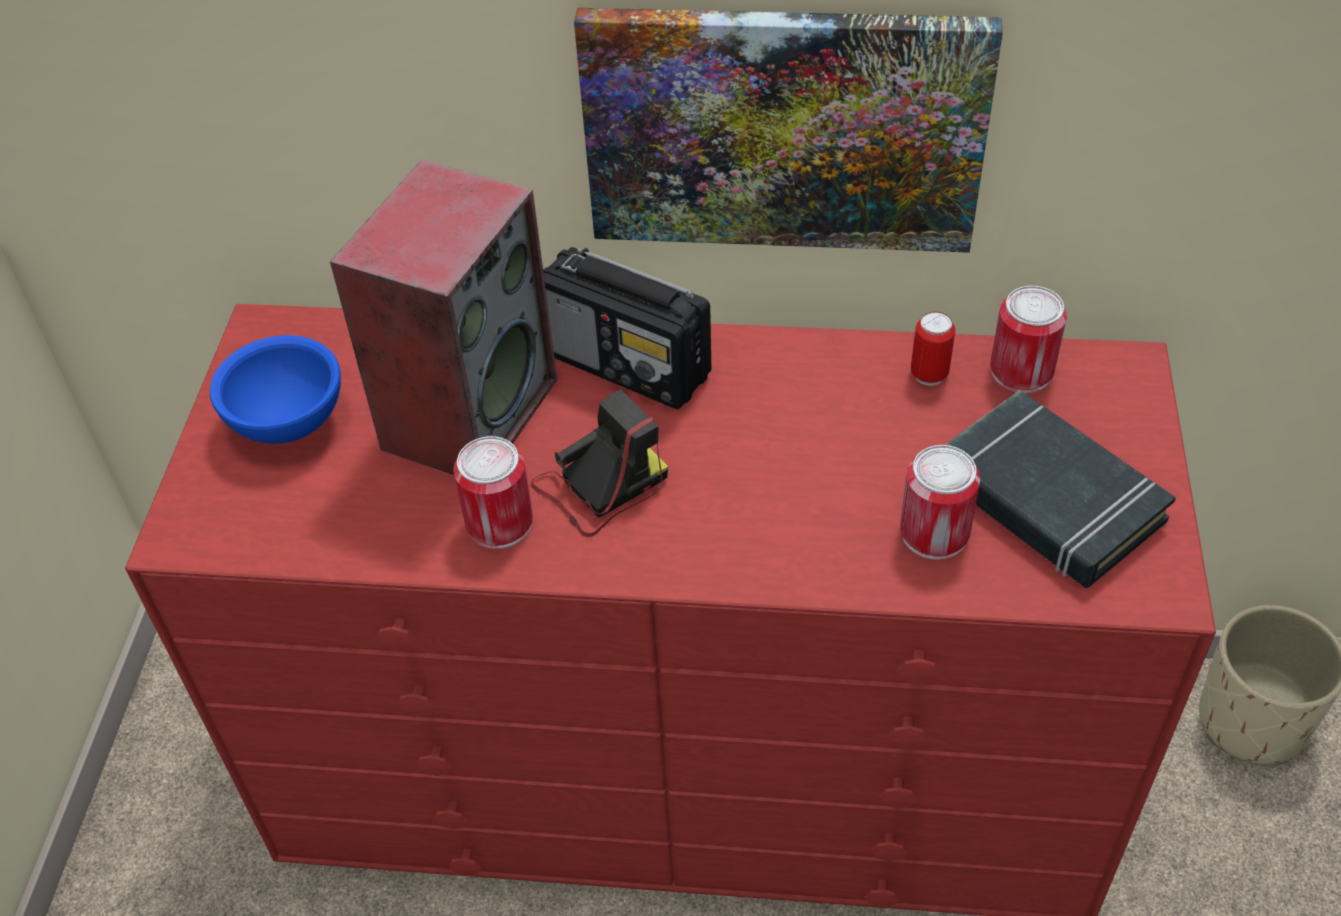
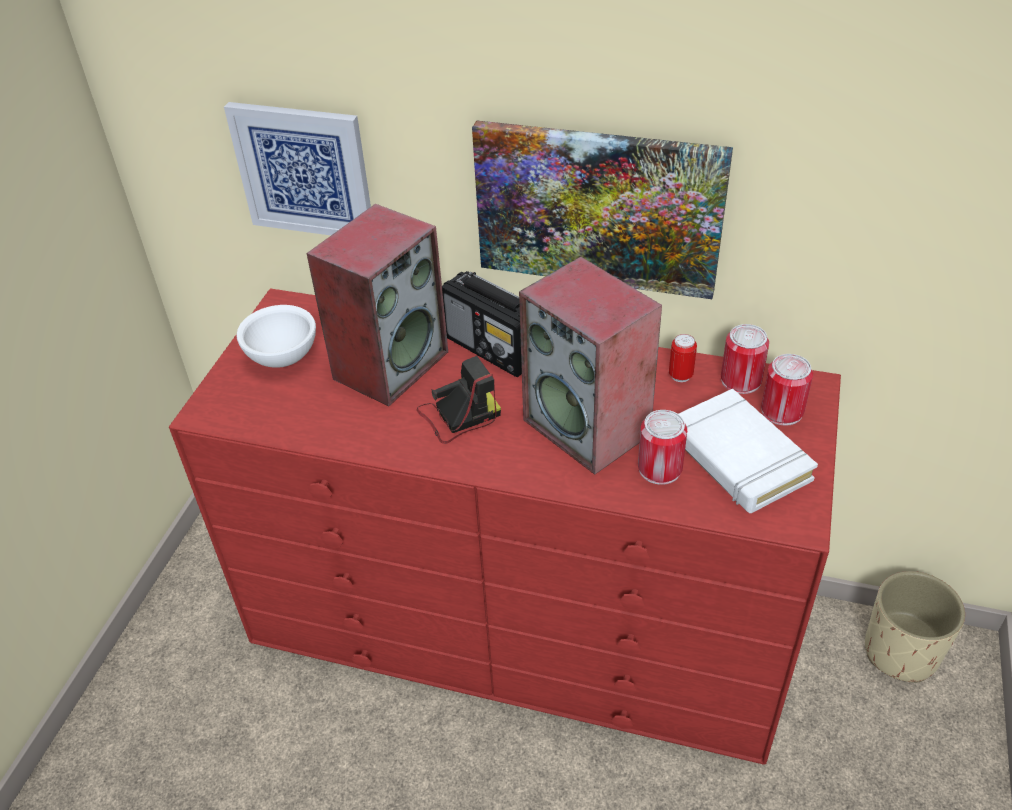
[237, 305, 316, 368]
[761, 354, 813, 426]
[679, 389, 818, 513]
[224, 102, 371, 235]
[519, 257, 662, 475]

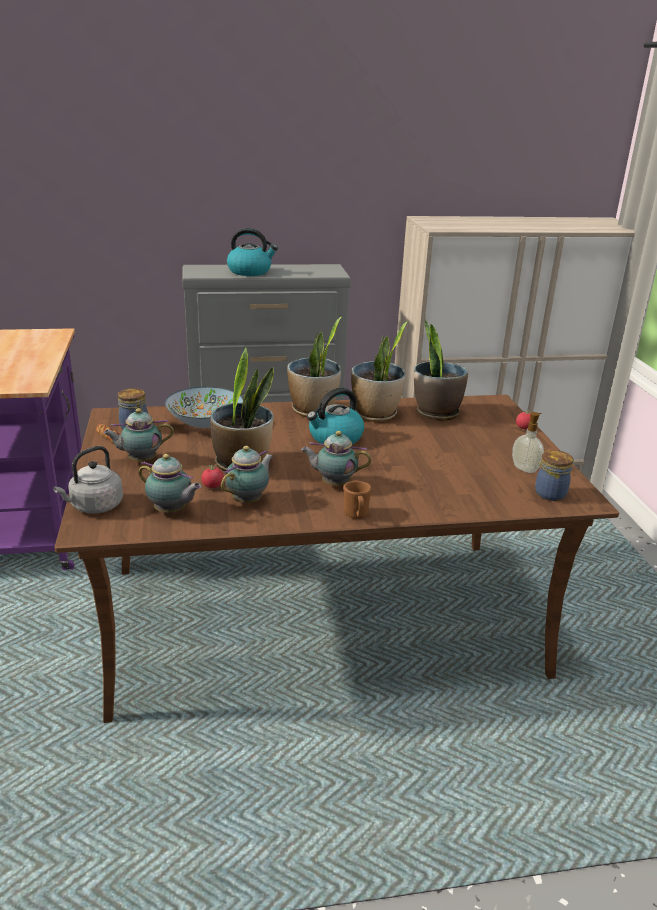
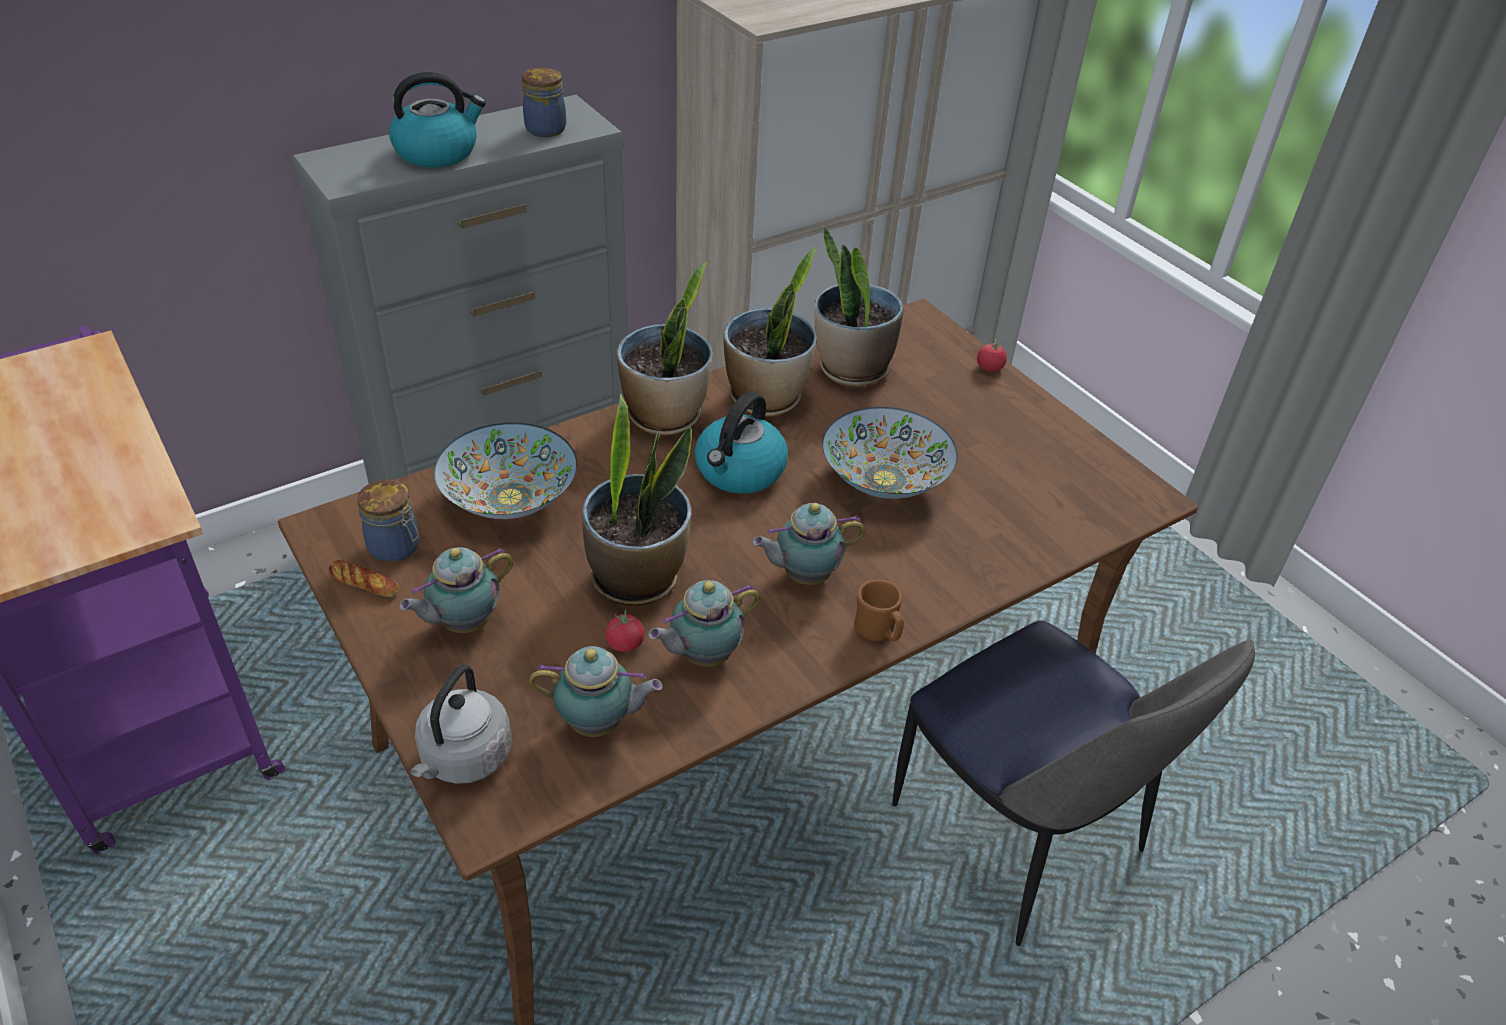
[648, 580, 760, 667]
[512, 412, 544, 473] (first image)
[522, 67, 566, 137]
[822, 407, 958, 499]
[892, 620, 1255, 946]

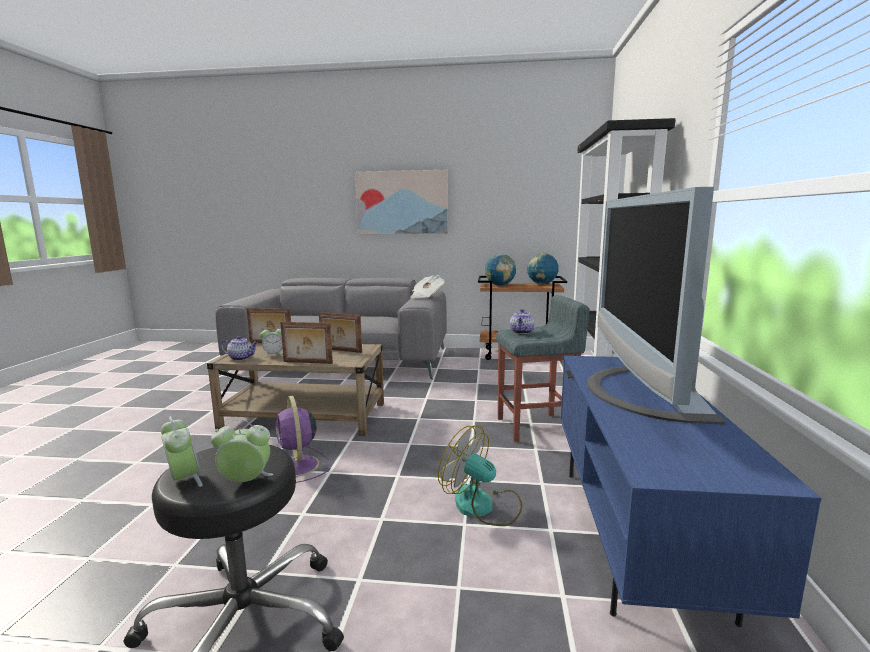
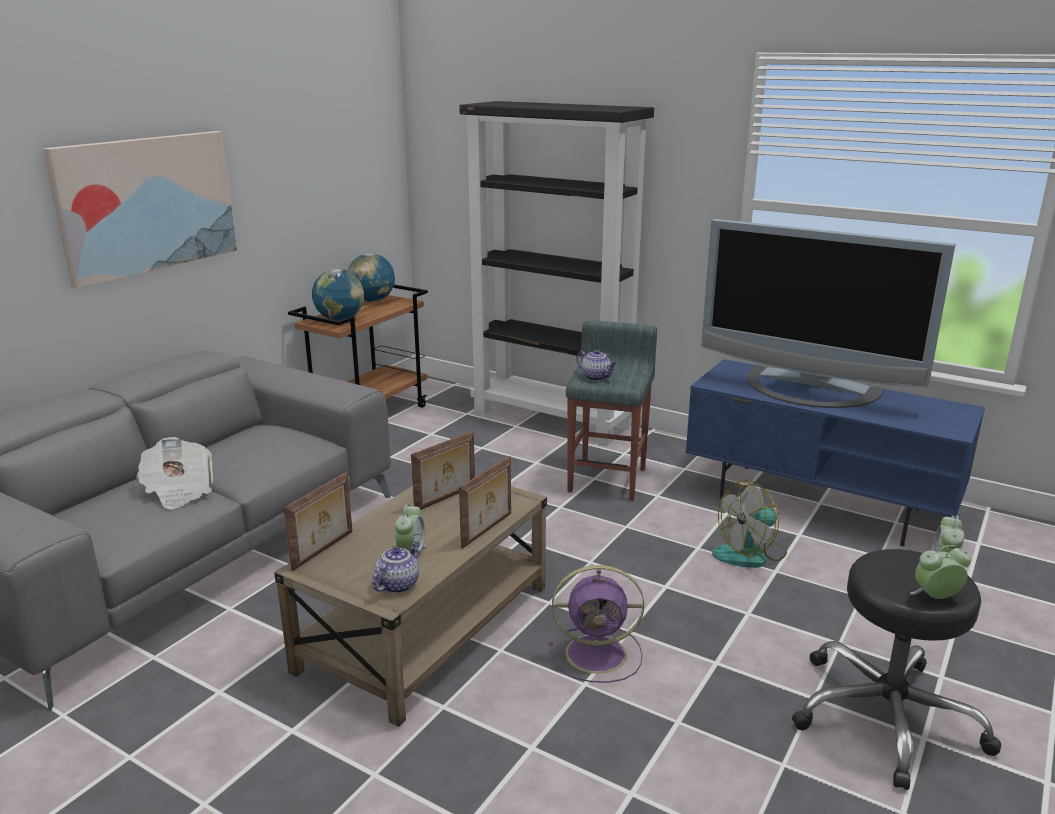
[137, 437, 213, 510]

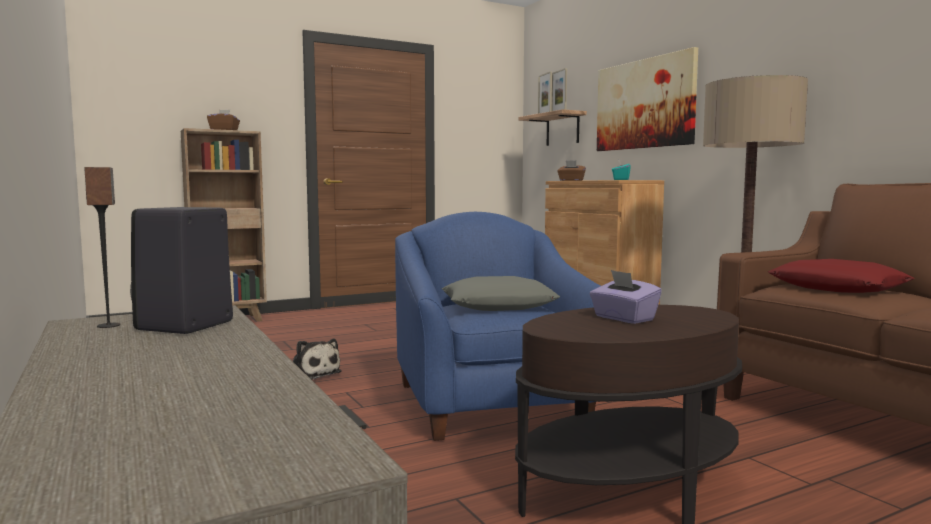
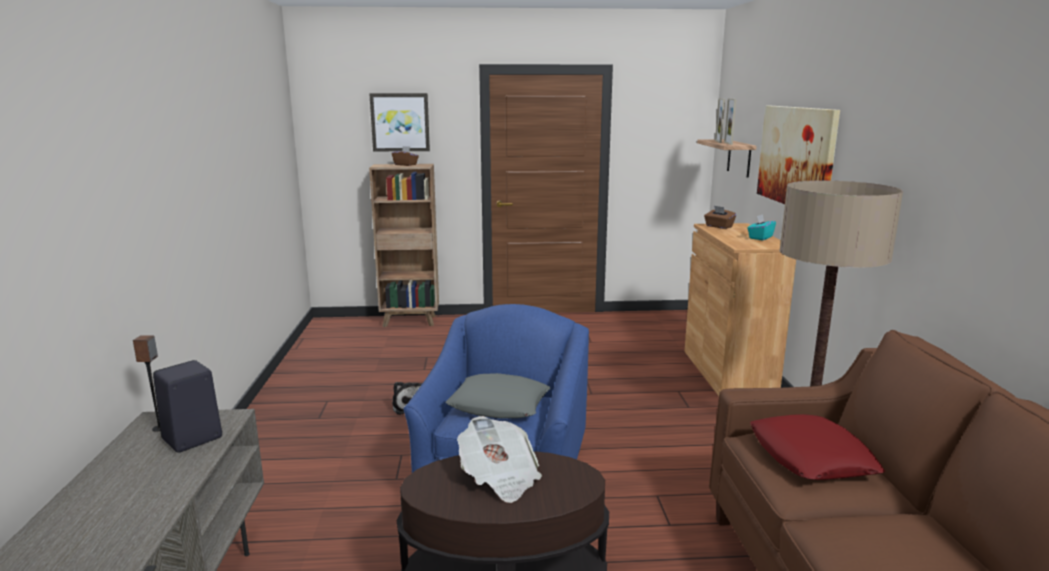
[457, 416, 542, 503]
[369, 93, 430, 151]

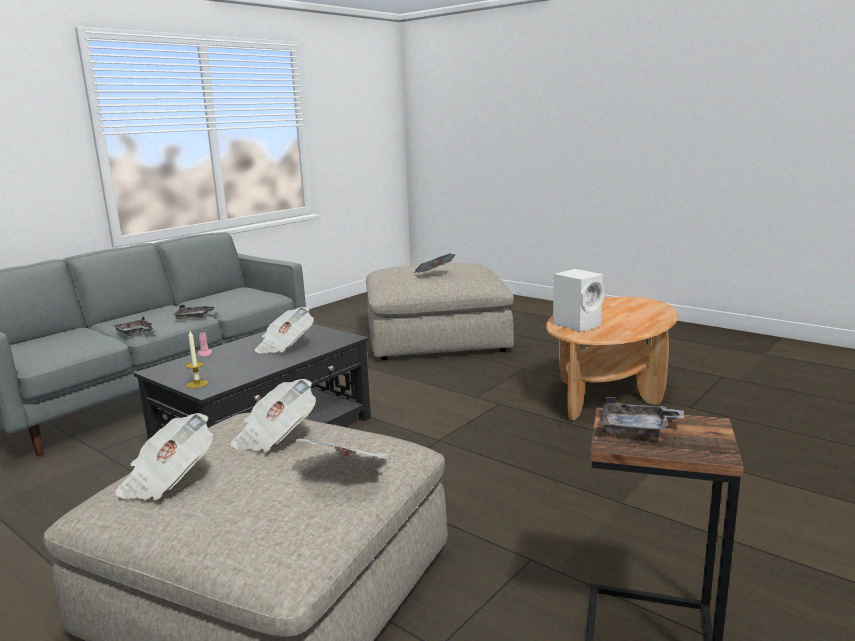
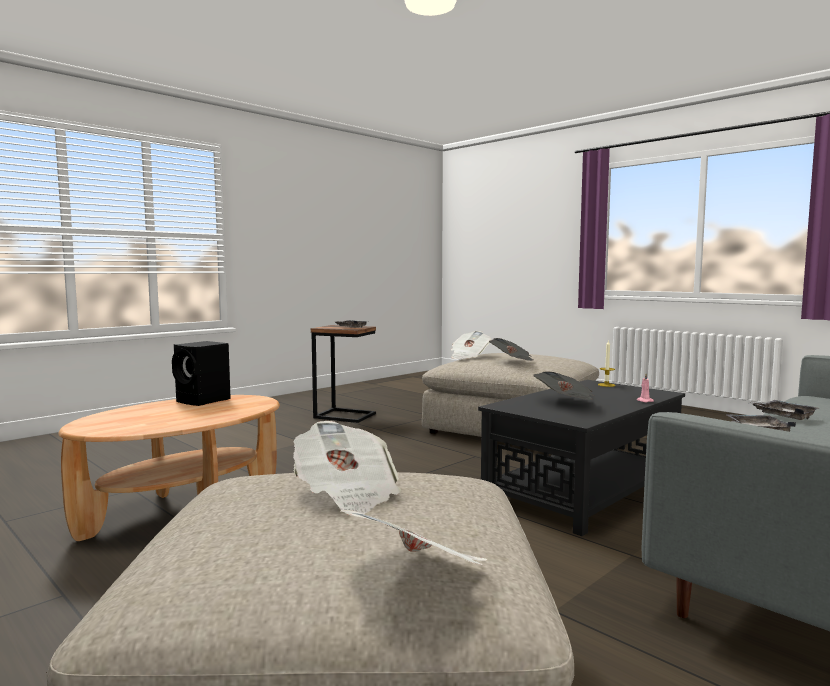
[340, 510, 487, 565]
[553, 269, 605, 332] (first image)
[172, 341, 231, 406]

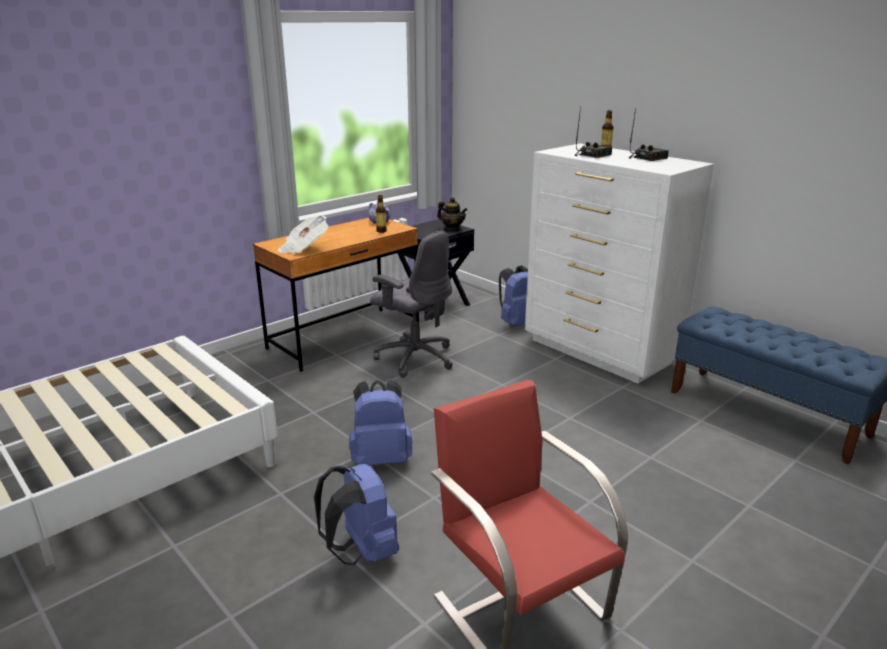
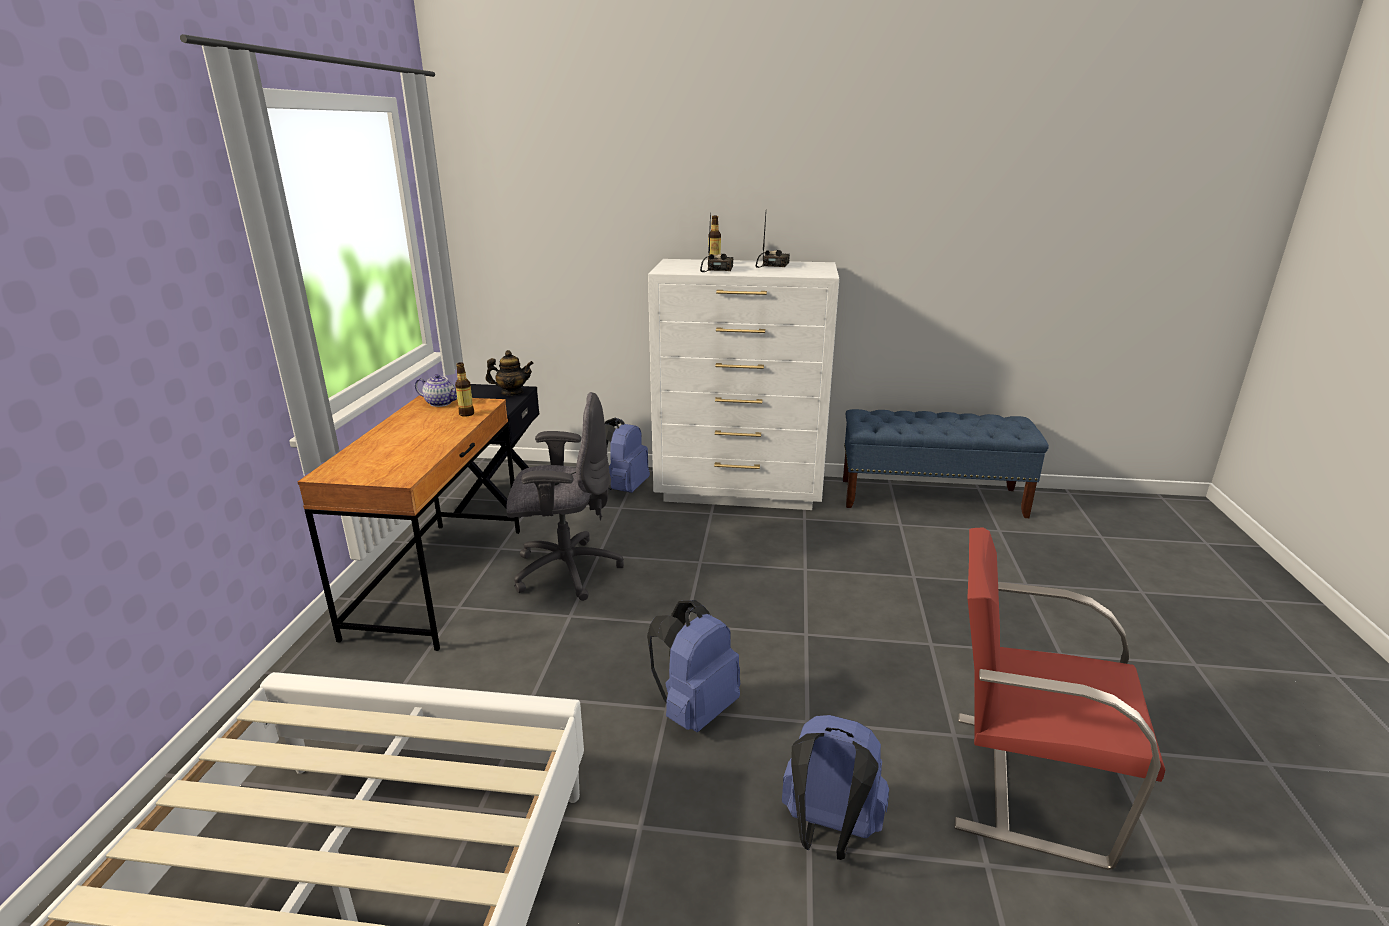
[278, 215, 328, 254] (first image)

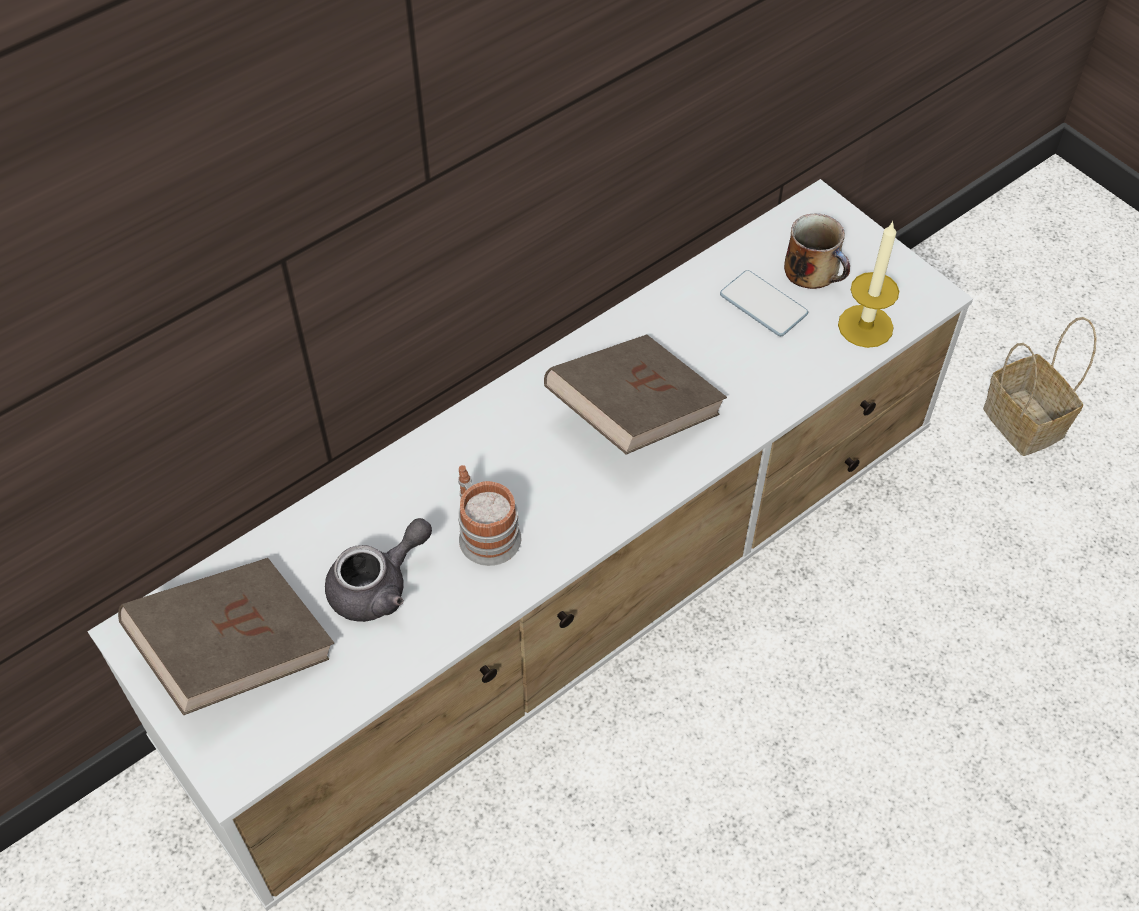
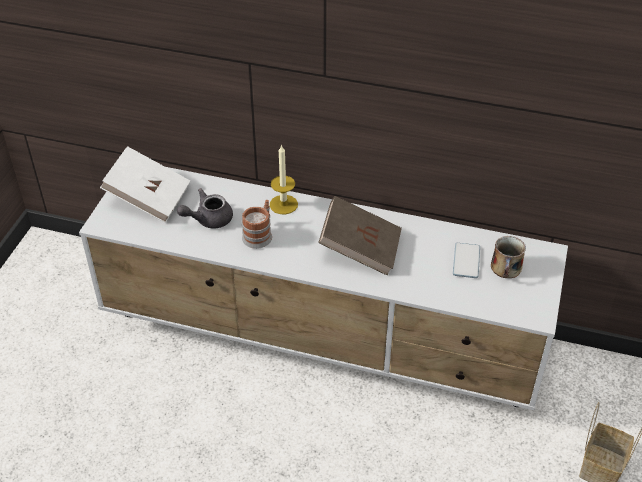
[100, 146, 190, 223]
[177, 188, 233, 229]
[270, 144, 298, 214]

